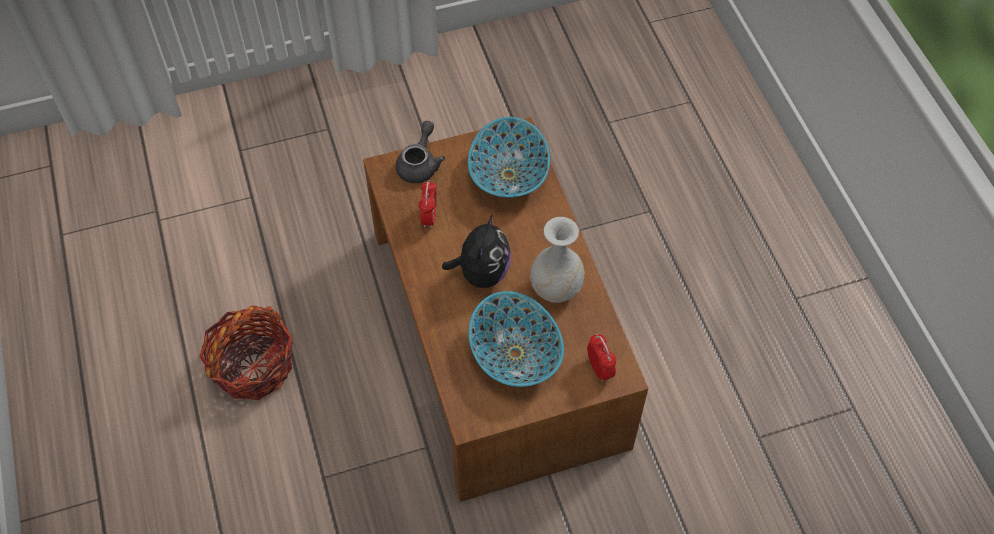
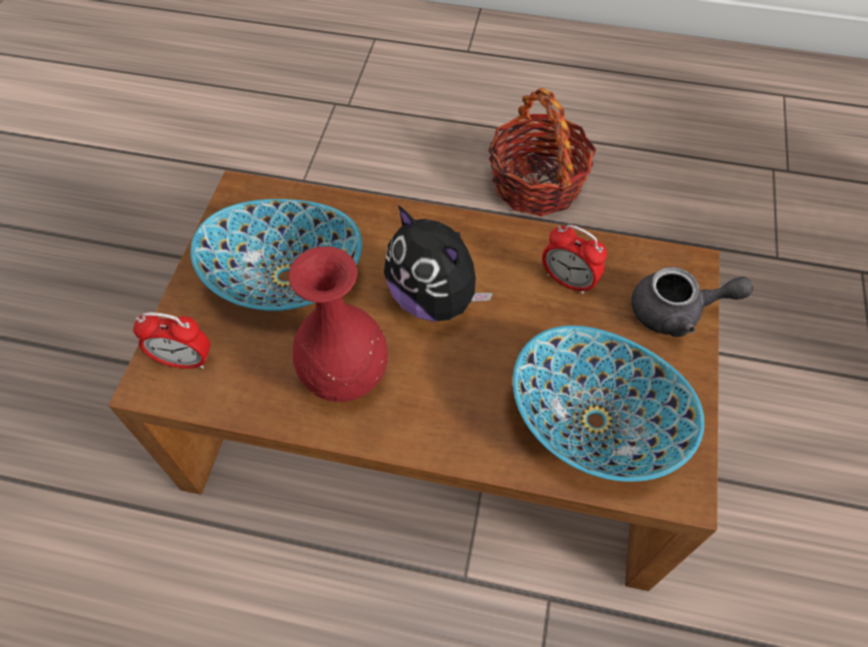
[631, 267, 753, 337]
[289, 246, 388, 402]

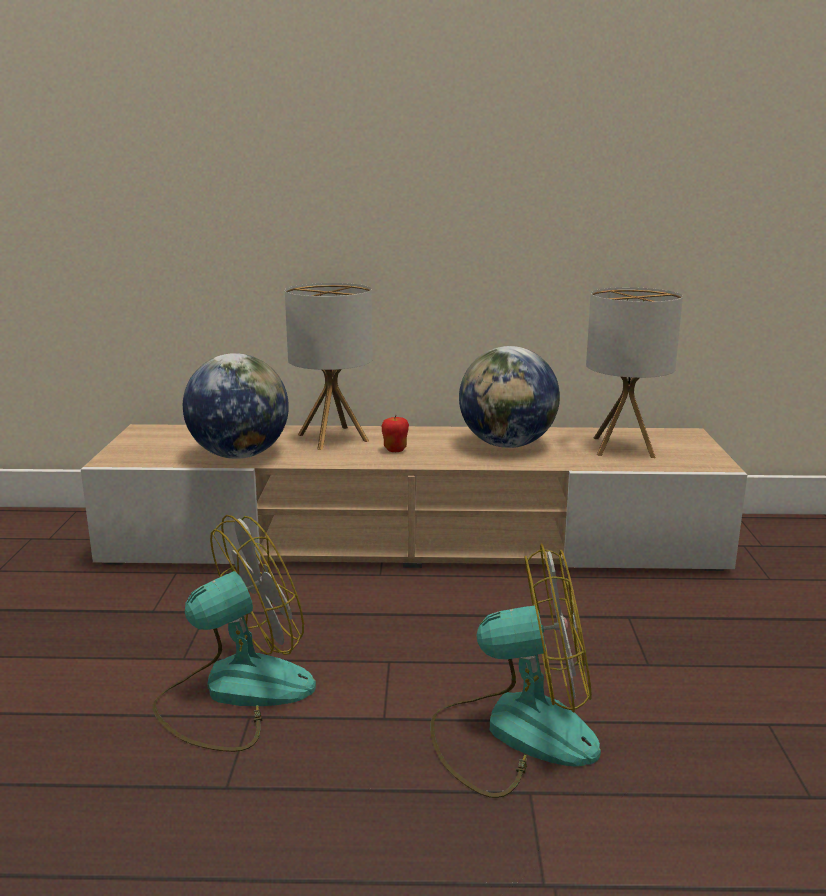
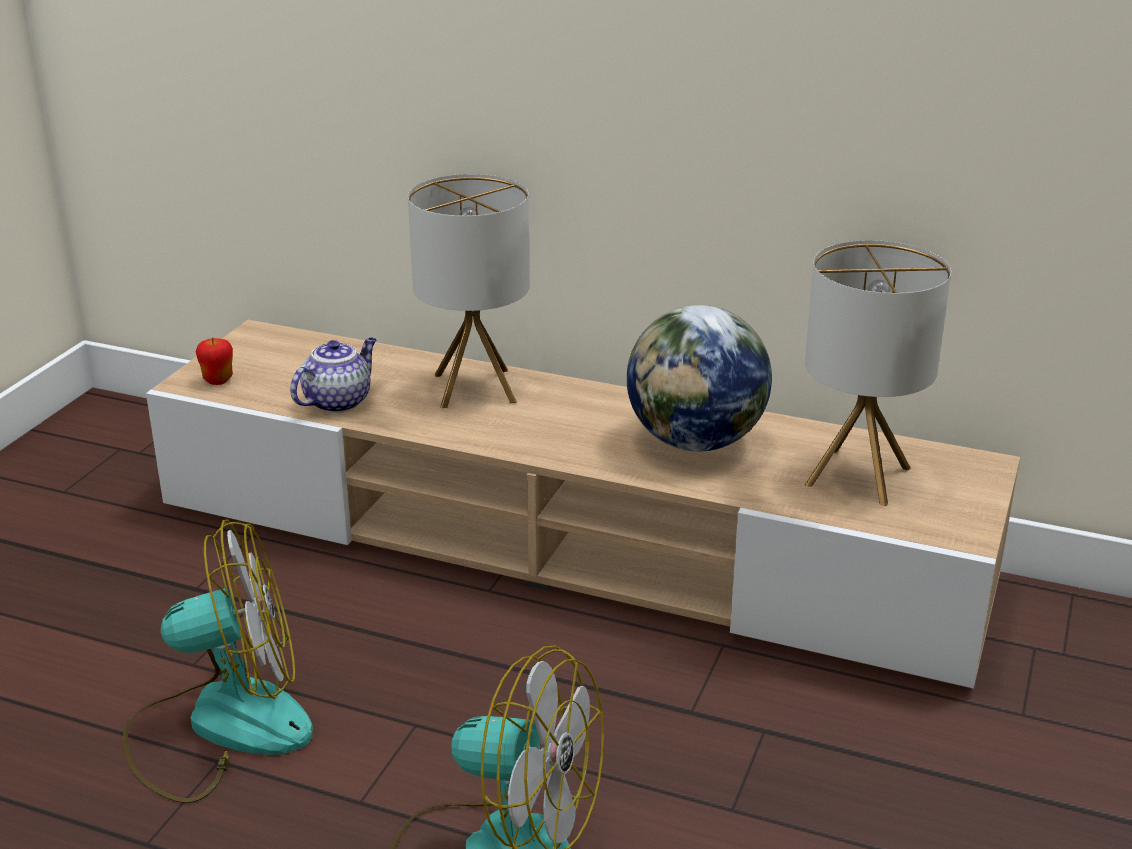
[290, 338, 377, 413]
[196, 338, 233, 385]

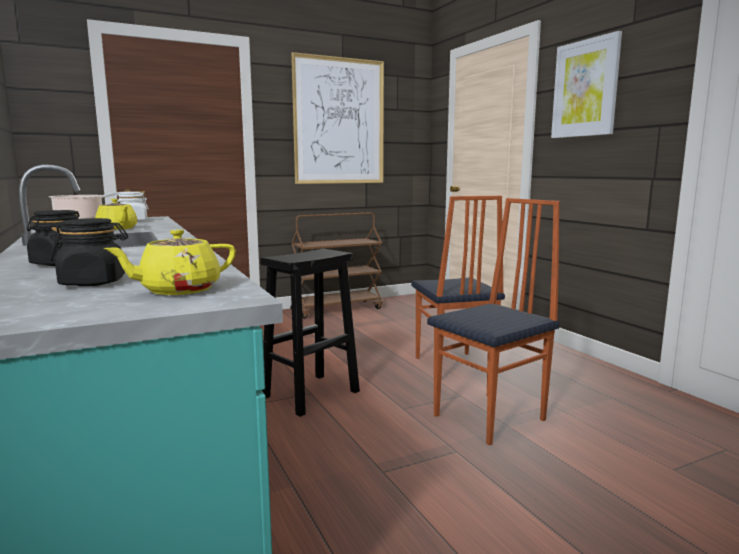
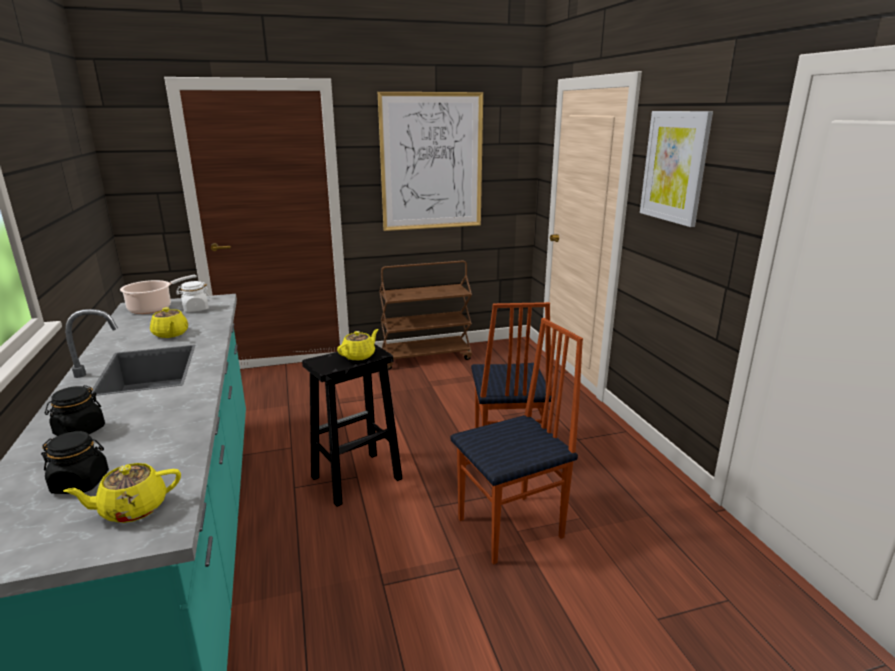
[337, 329, 379, 361]

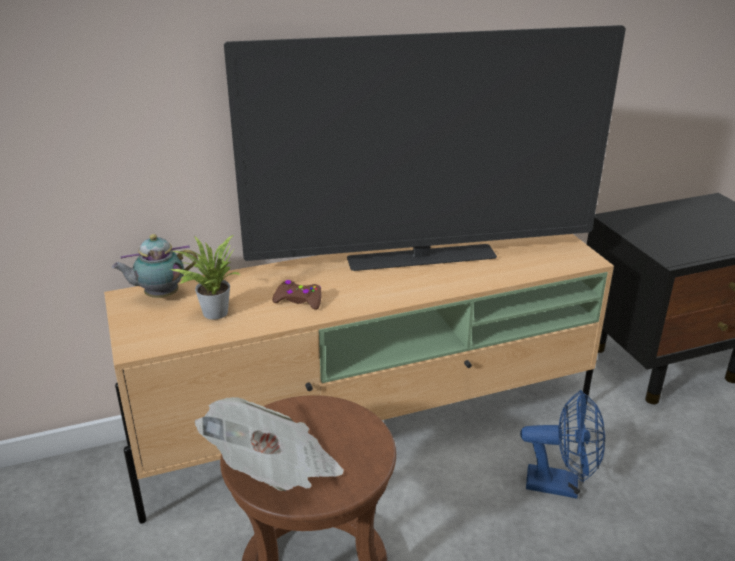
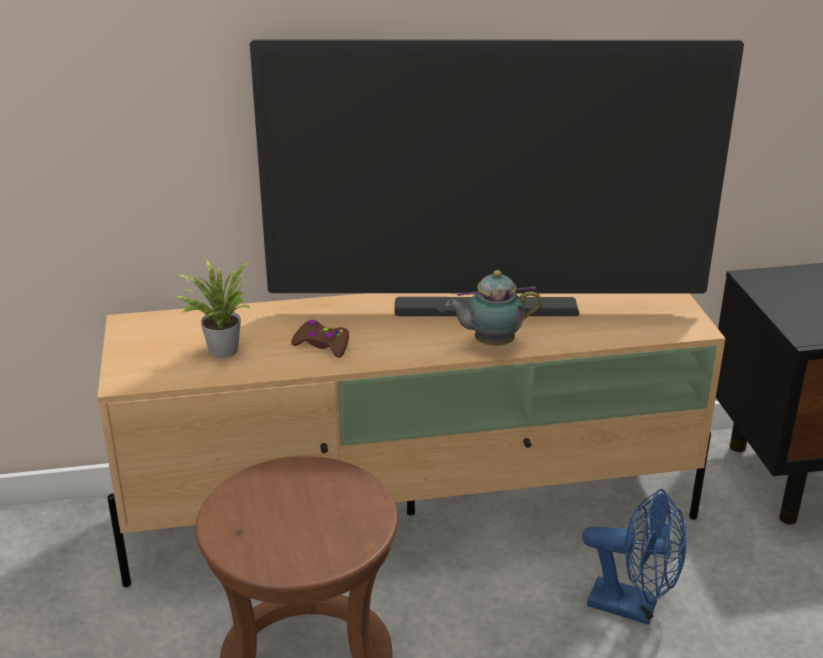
[445, 270, 542, 346]
[195, 397, 344, 491] (first image)

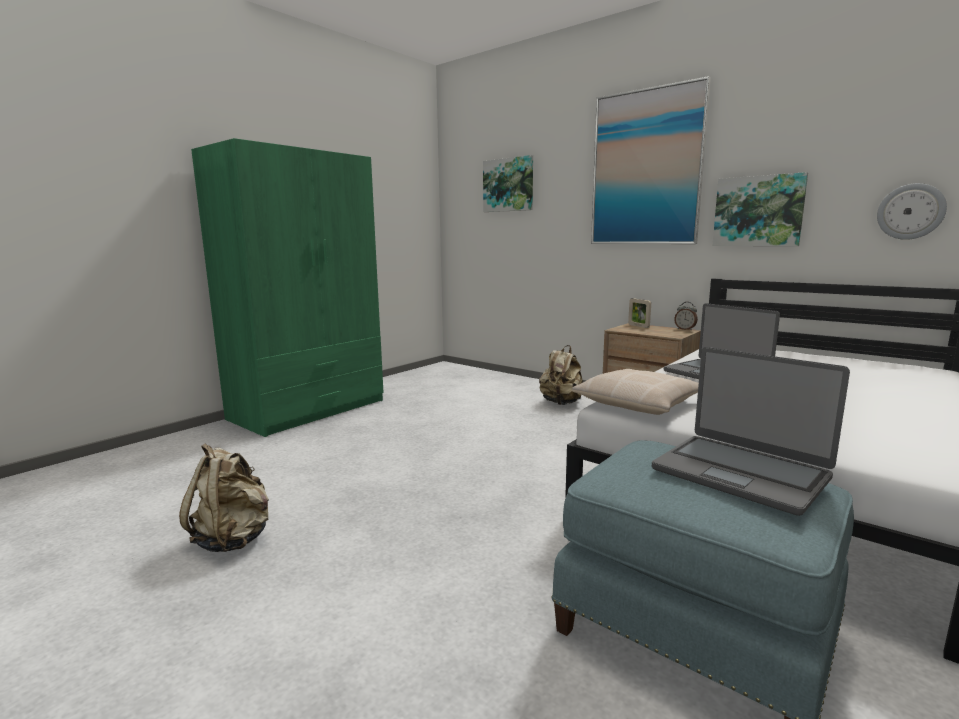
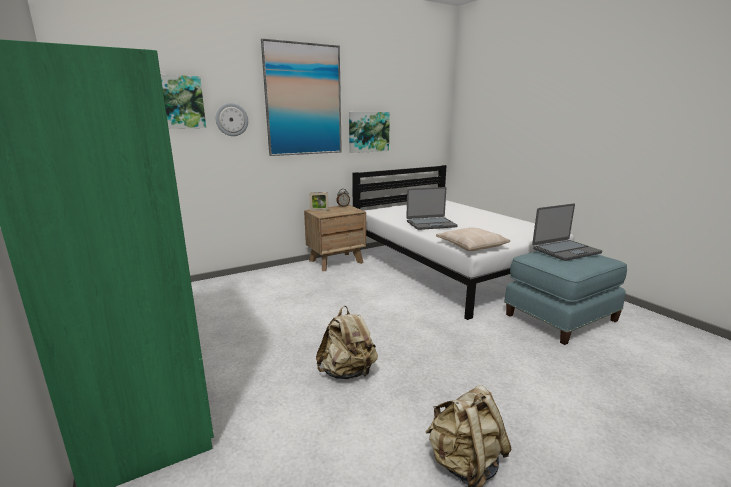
[316, 306, 378, 379]
[216, 103, 248, 136]

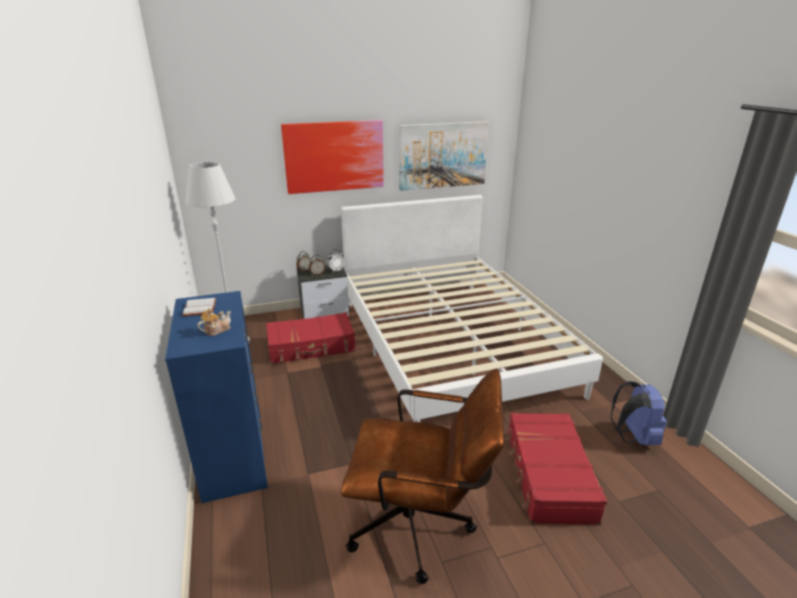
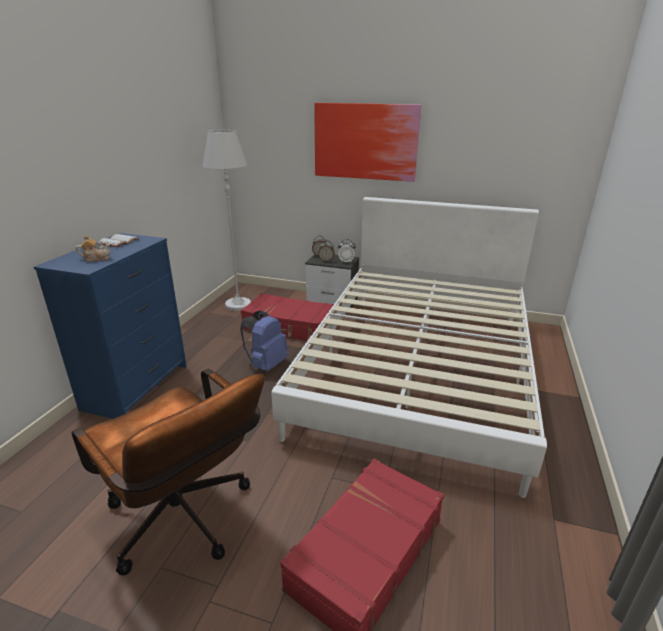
[399, 121, 489, 191] (first image)
[240, 310, 288, 372]

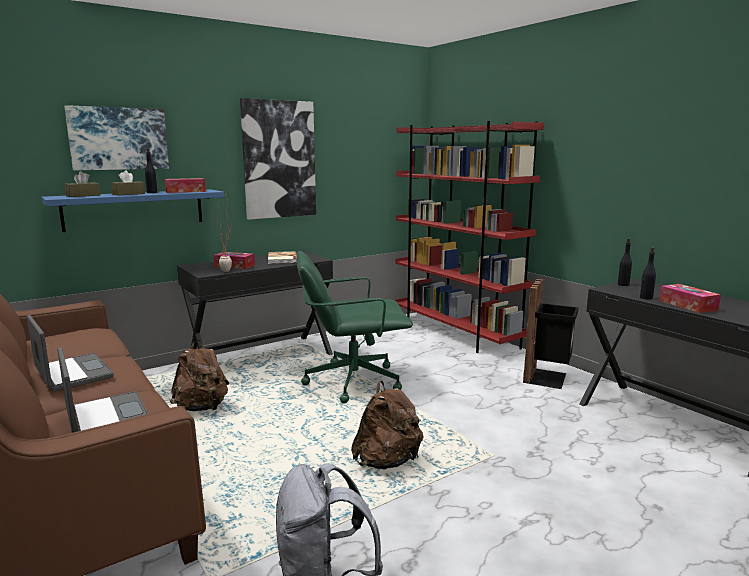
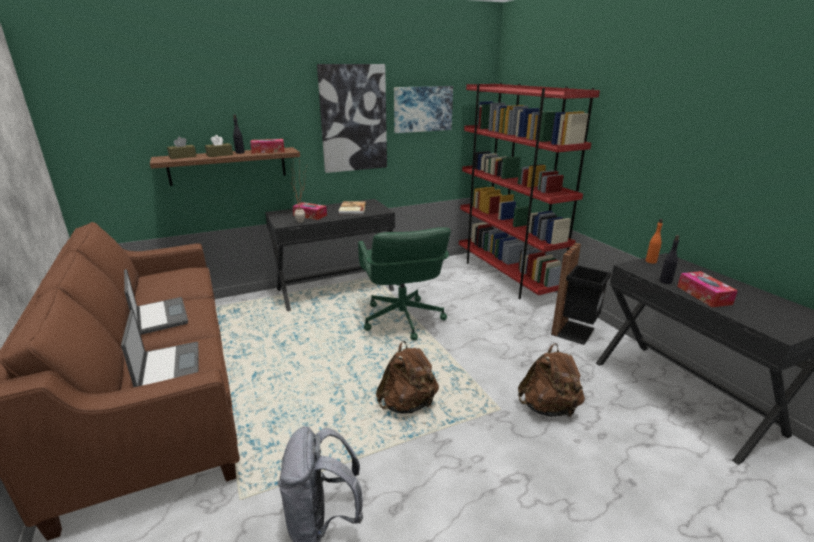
[150, 147, 300, 186]
[394, 86, 453, 133]
[518, 343, 585, 417]
[358, 227, 451, 341]
[646, 219, 663, 264]

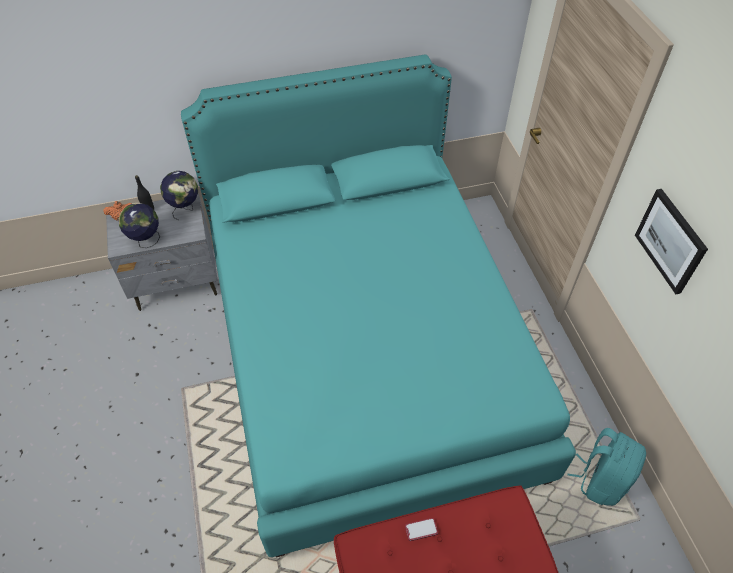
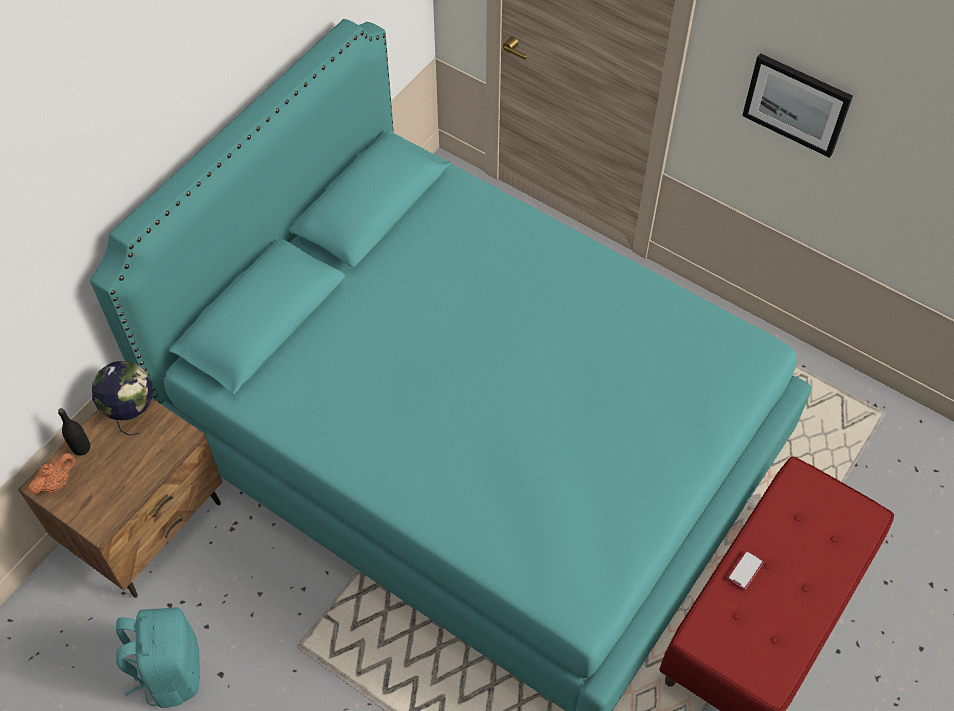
[18, 399, 223, 598]
[119, 203, 160, 248] (first image)
[116, 607, 200, 708]

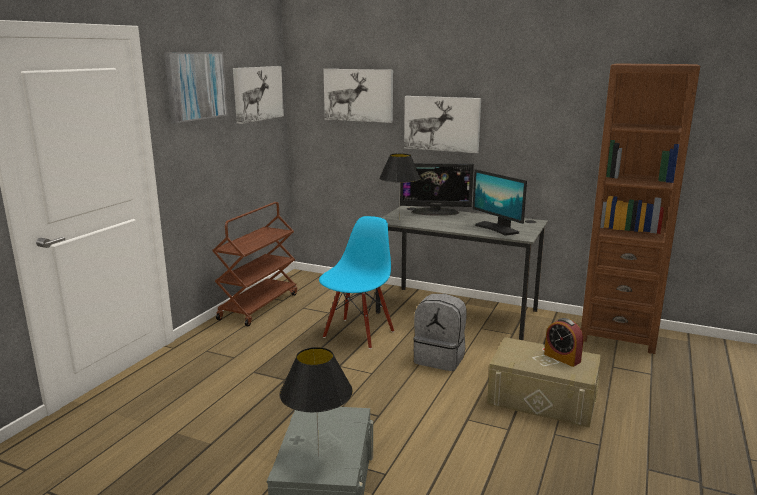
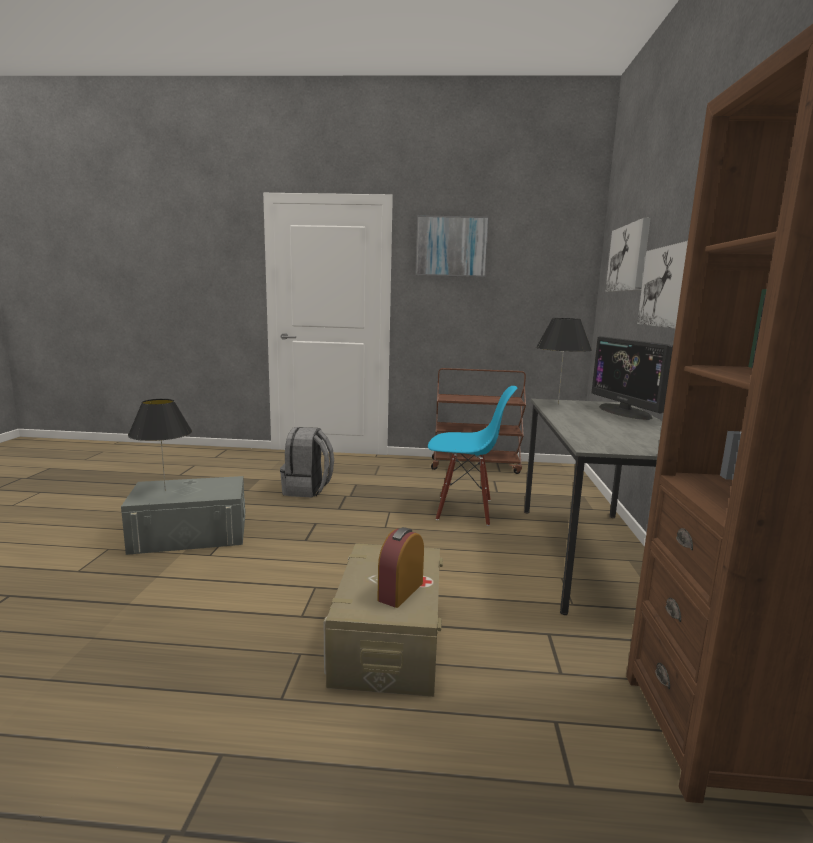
[233, 66, 284, 124] (first image)
[280, 427, 334, 498]
[473, 169, 527, 236] (first image)

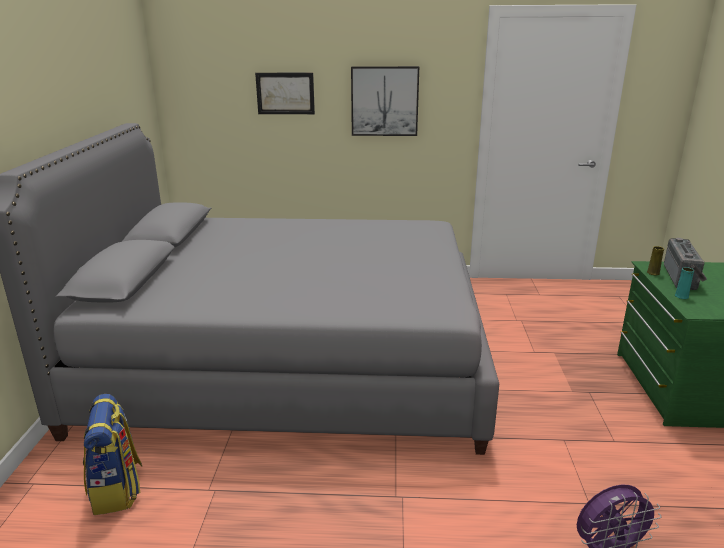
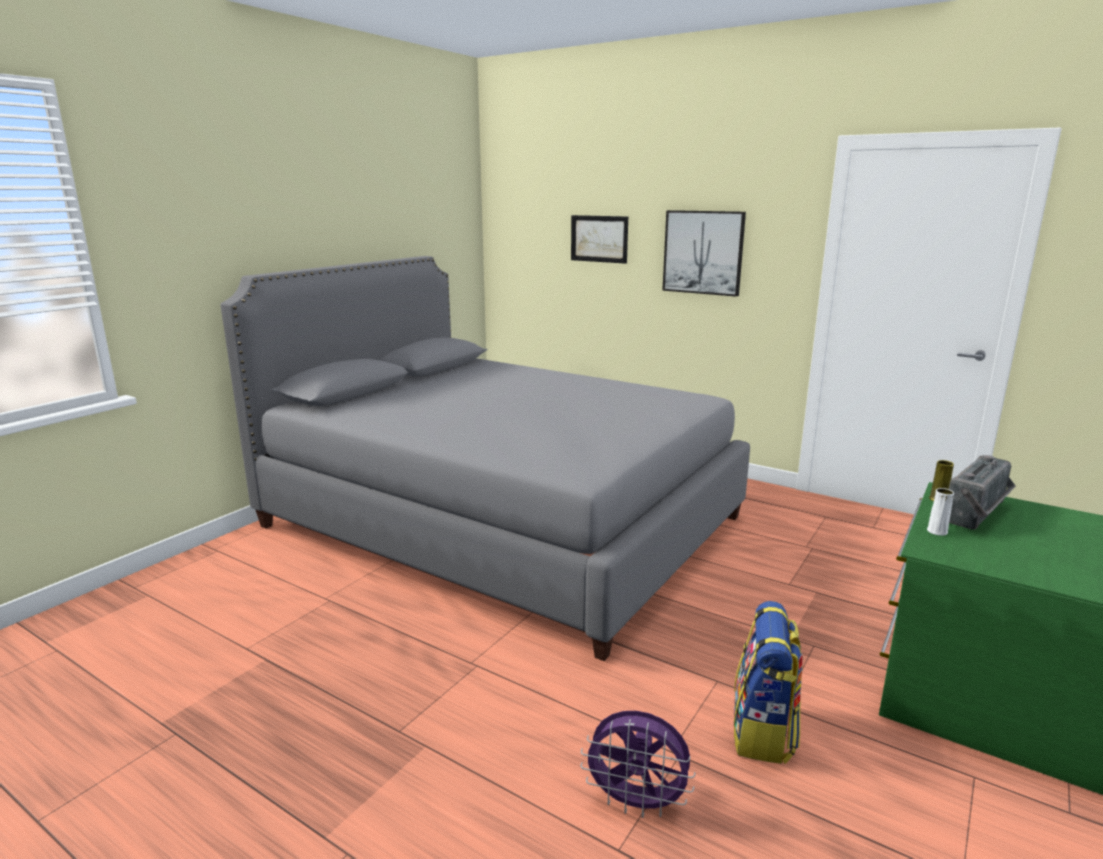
[734, 601, 802, 764]
[927, 488, 954, 536]

